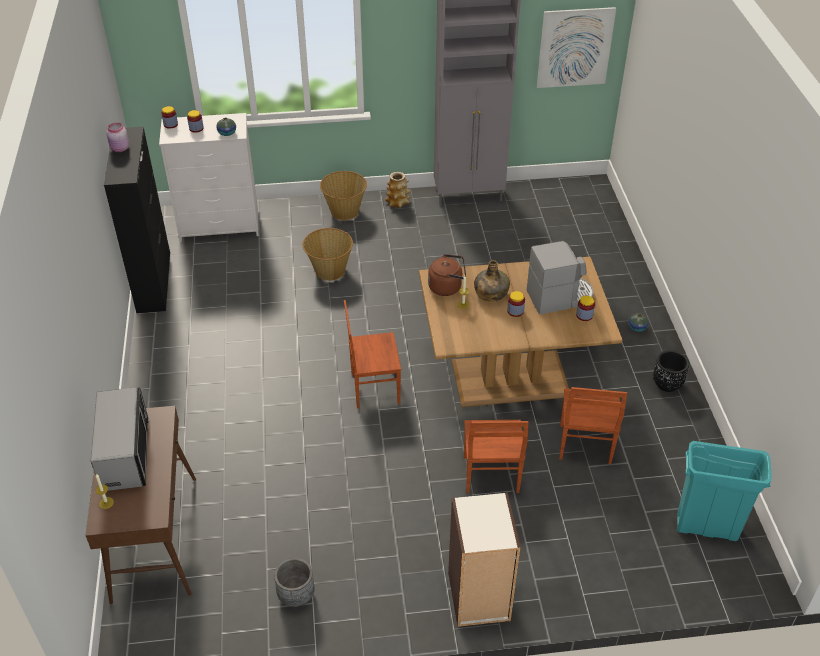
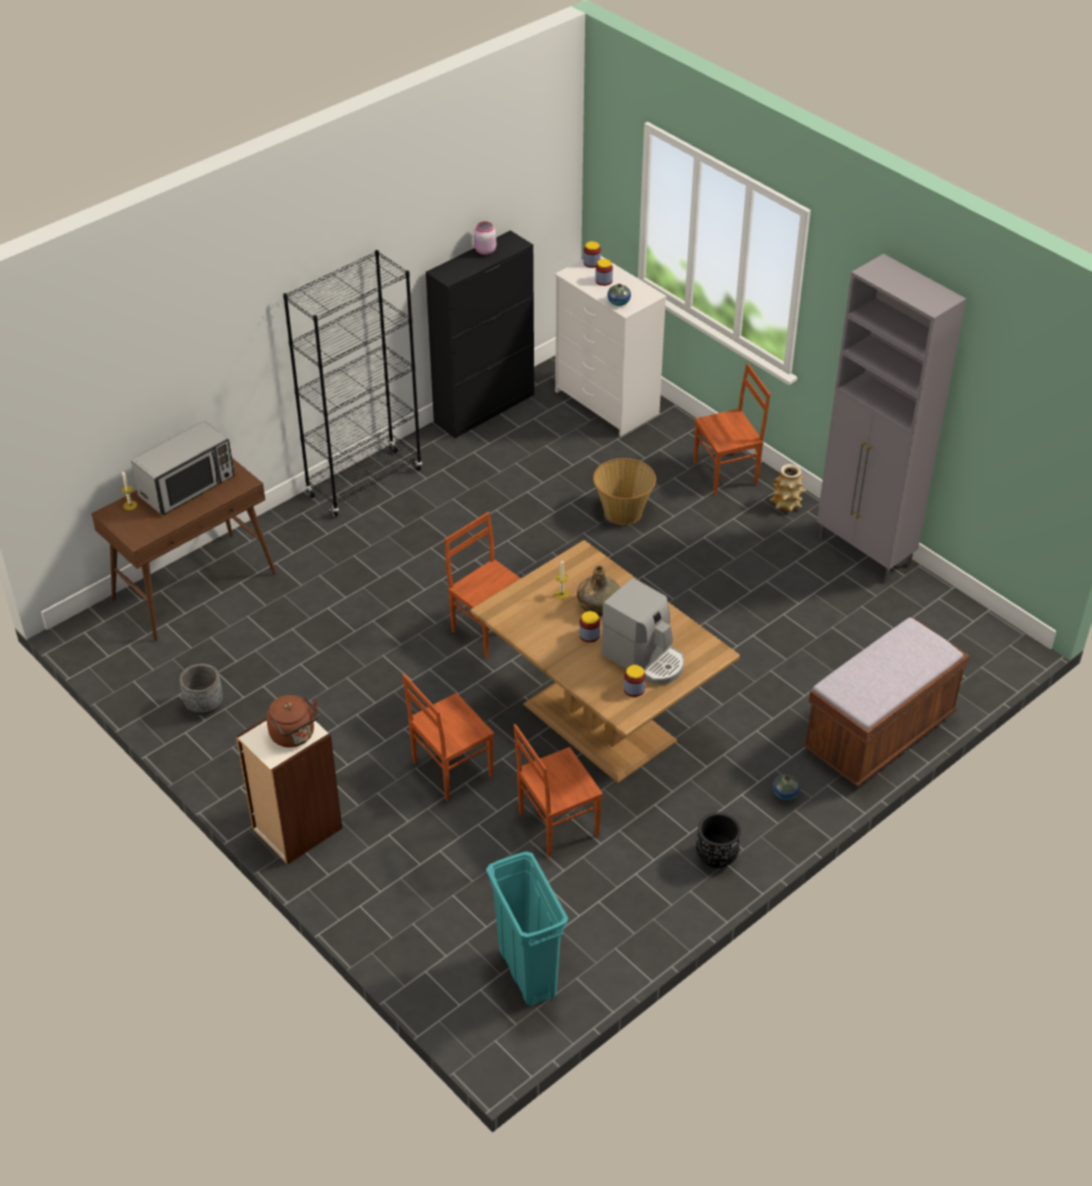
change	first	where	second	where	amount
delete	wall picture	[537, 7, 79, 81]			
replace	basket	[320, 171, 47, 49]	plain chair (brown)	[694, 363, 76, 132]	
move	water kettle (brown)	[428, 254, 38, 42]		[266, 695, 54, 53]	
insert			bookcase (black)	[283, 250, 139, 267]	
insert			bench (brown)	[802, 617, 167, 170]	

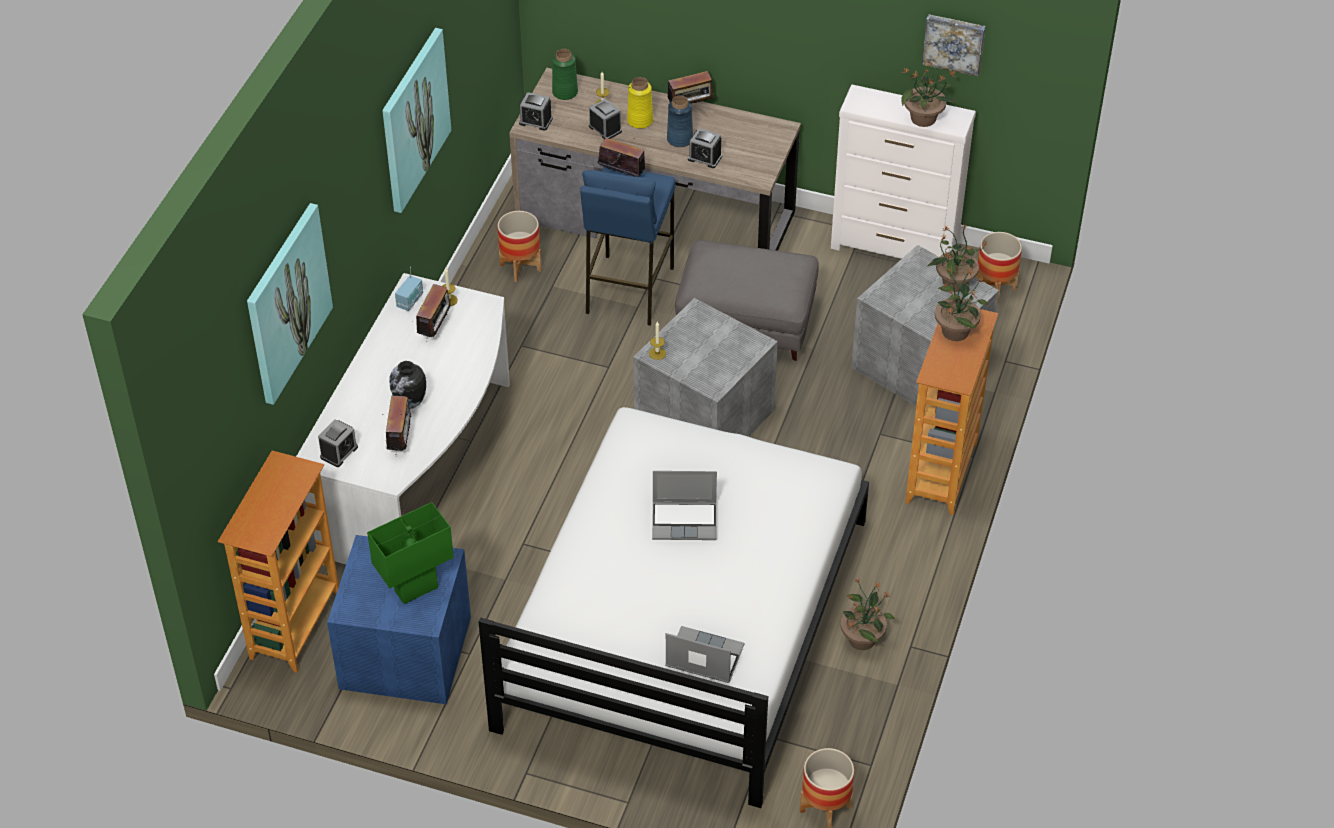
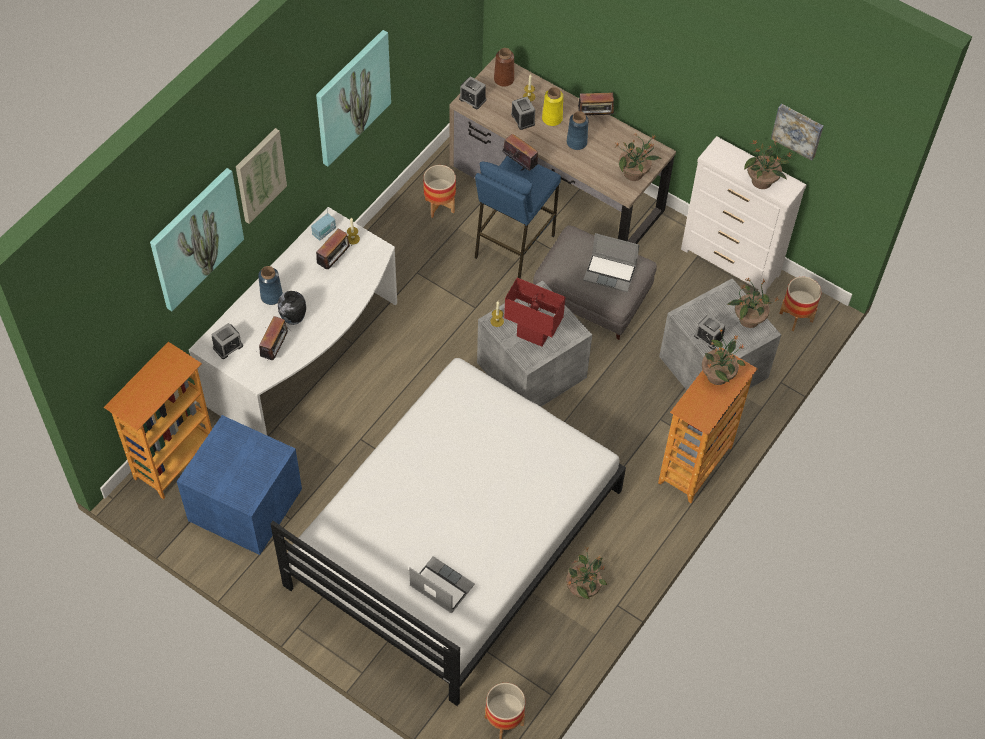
change	first	where	second	where	amount
recolor	vase (green)	[552, 49, 26, 51]	vase (brown)	[494, 48, 20, 39]	
move	alarm clock	[688, 128, 34, 40]		[694, 314, 31, 36]	
move	portable computer	[652, 471, 65, 69]		[583, 233, 57, 59]	
delete	lamp for a table (green)	[367, 502, 87, 102]			
insert			wall picture	[236, 128, 51, 96]	
insert			houseplant	[615, 134, 46, 47]	
insert			vase (blue)	[258, 266, 25, 39]	
insert			lamp for a table (reddish)	[504, 278, 61, 69]	

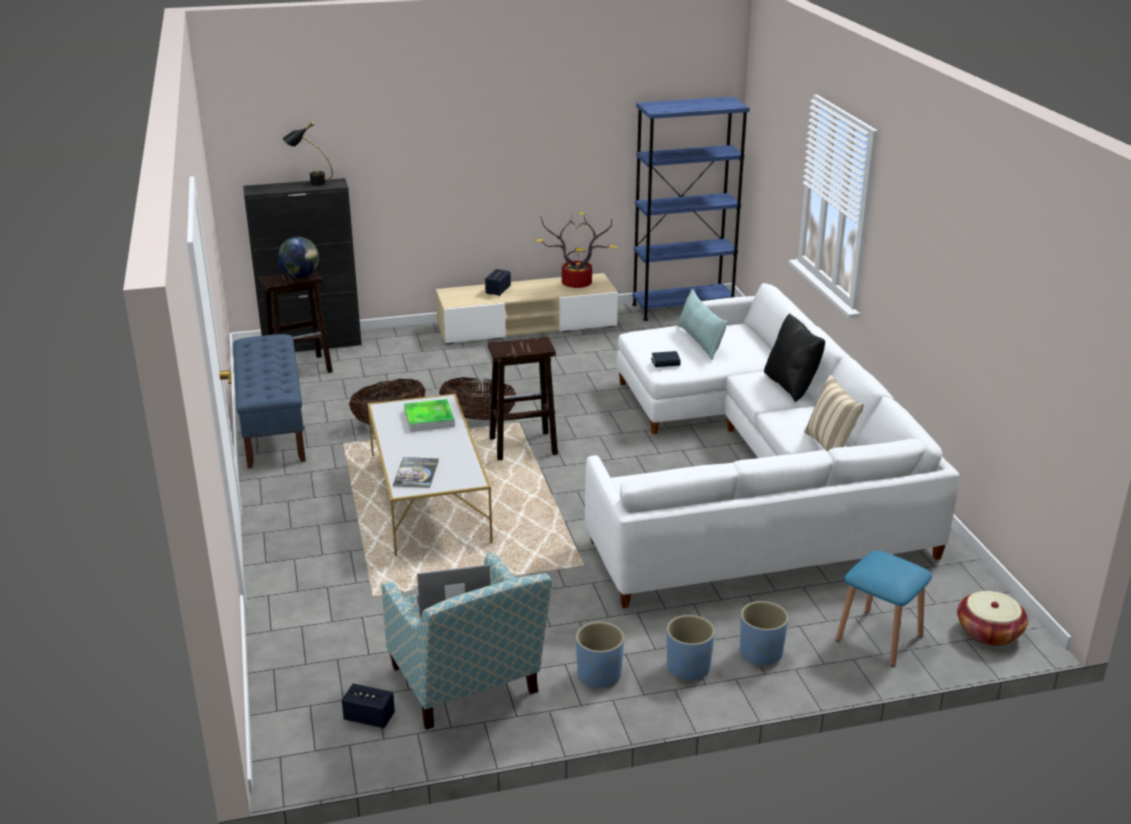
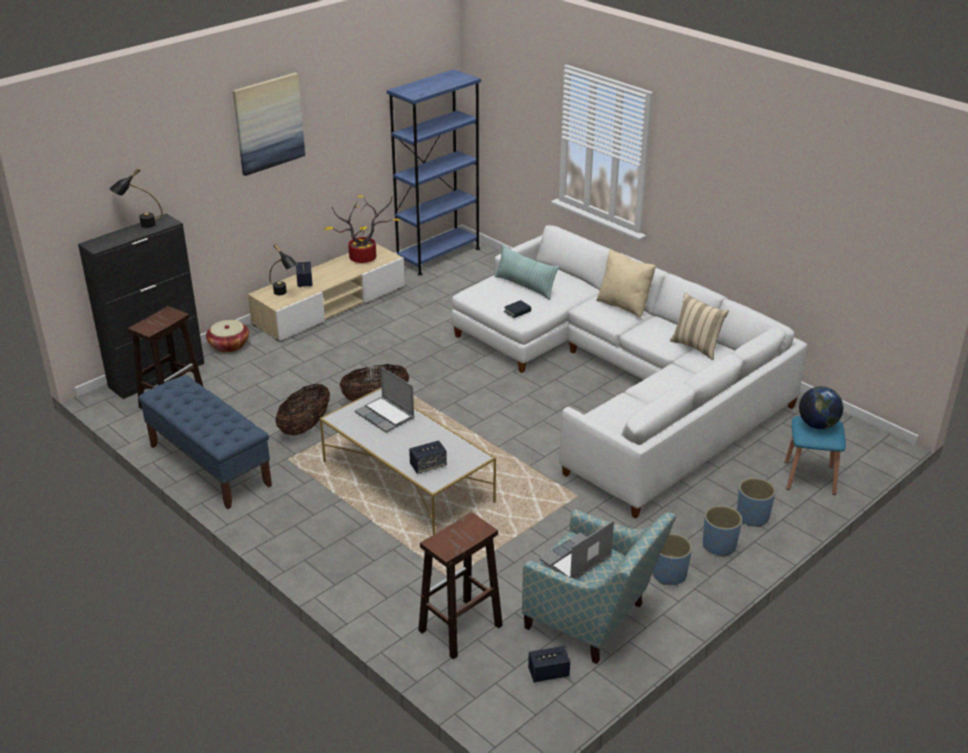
change	first	where	second	where	amount
move	world globe	[277, 237, 42, 41]		[799, 386, 44, 43]	
recolor	throw pillow (black)	[764, 313, 61, 89]	throw pillow (beige)	[596, 249, 60, 69]	
move	stool (brown)	[488, 337, 70, 124]		[418, 512, 85, 148]	
replace	carrying tray	[404, 399, 51, 33]	portable computer	[355, 367, 59, 66]	
replace	bound book	[393, 457, 46, 31]	speaker	[409, 440, 38, 34]	
move	basket	[957, 591, 71, 55]		[206, 320, 43, 33]	
insert			wall picture	[233, 73, 72, 103]	
insert			lamp for a table (black)	[269, 244, 28, 51]	

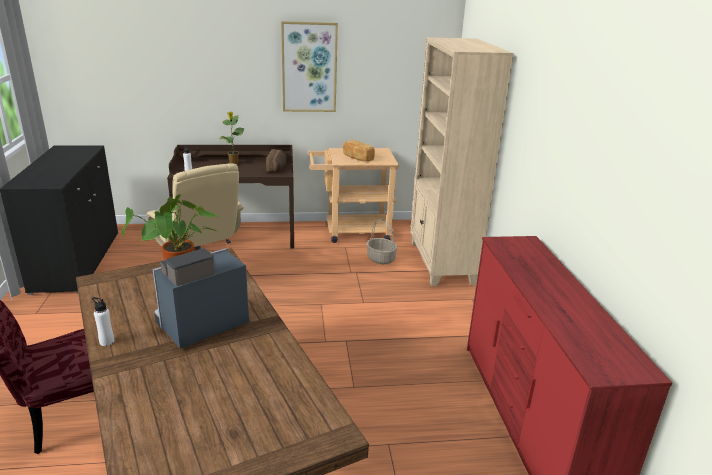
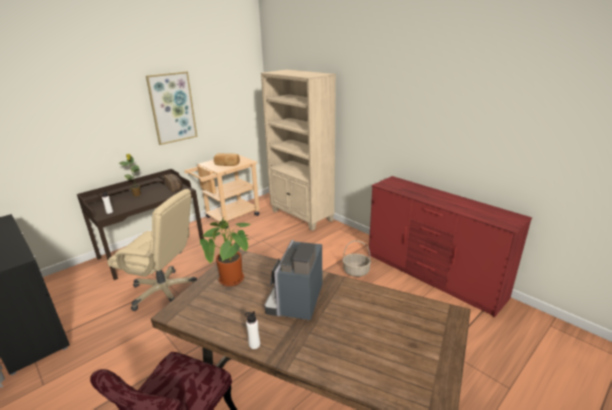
change	first	where	second	where	amount
move	basket	[367, 219, 31, 45]		[342, 240, 29, 37]	

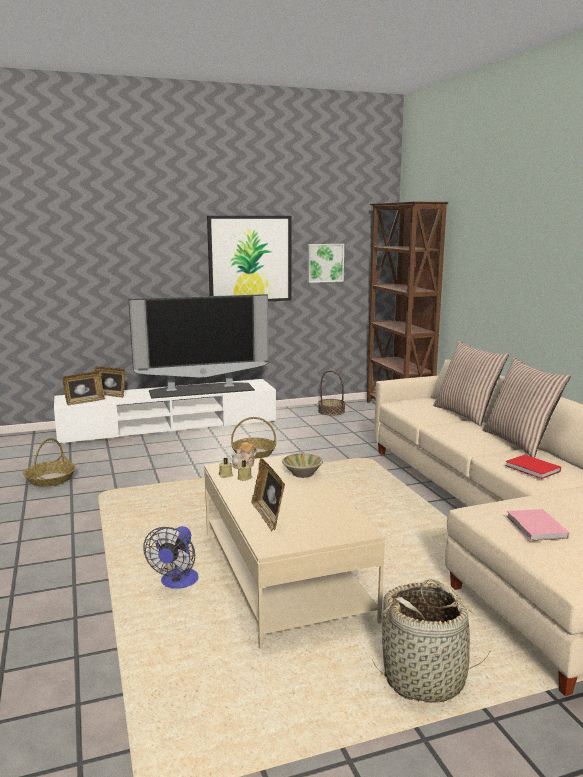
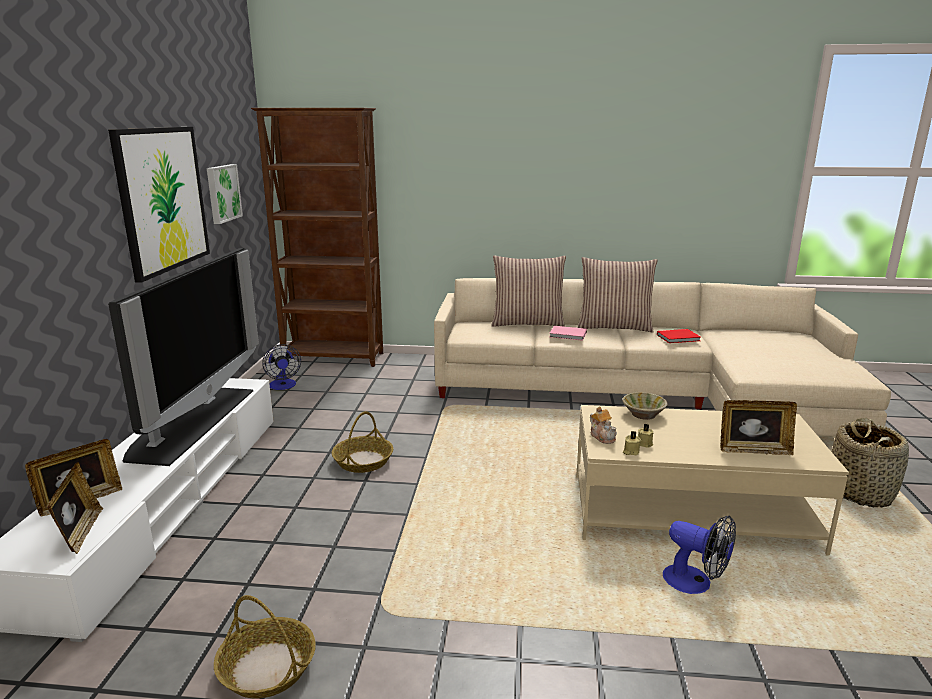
change	first	where	second	where	amount
replace	basket	[318, 370, 27, 45]	electric fan	[262, 344, 39, 46]	
move	bound book (pinkish)	[507, 509, 62, 32]		[549, 326, 38, 15]	

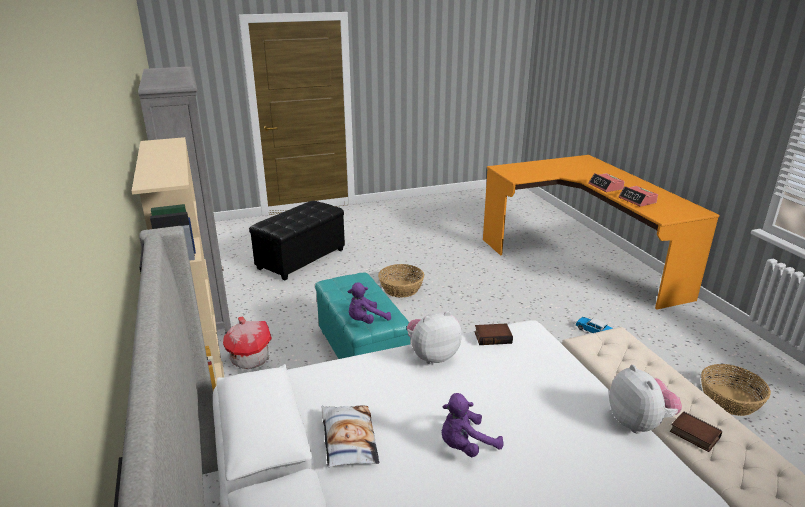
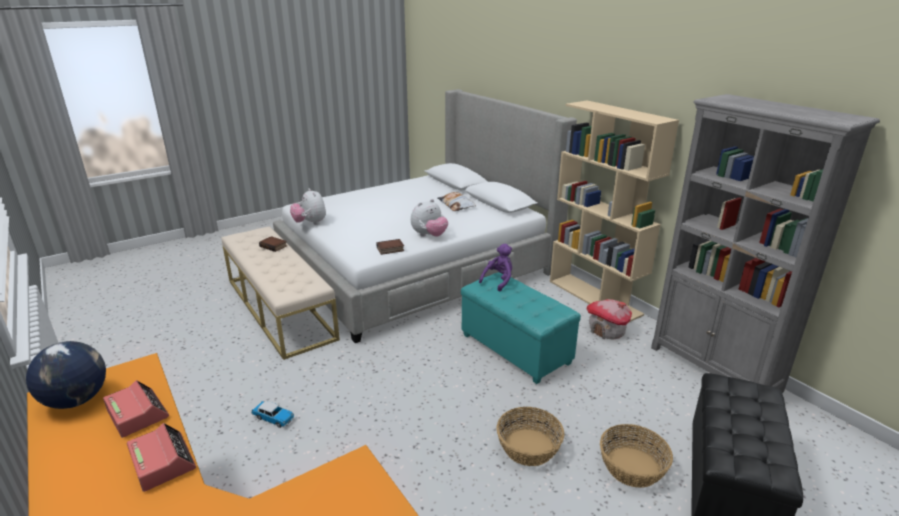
change	first	where	second	where	amount
move	basket	[701, 364, 70, 52]		[600, 424, 73, 64]	
delete	soft toy (purplish)	[442, 393, 62, 64]			
insert			world globe	[26, 341, 80, 68]	

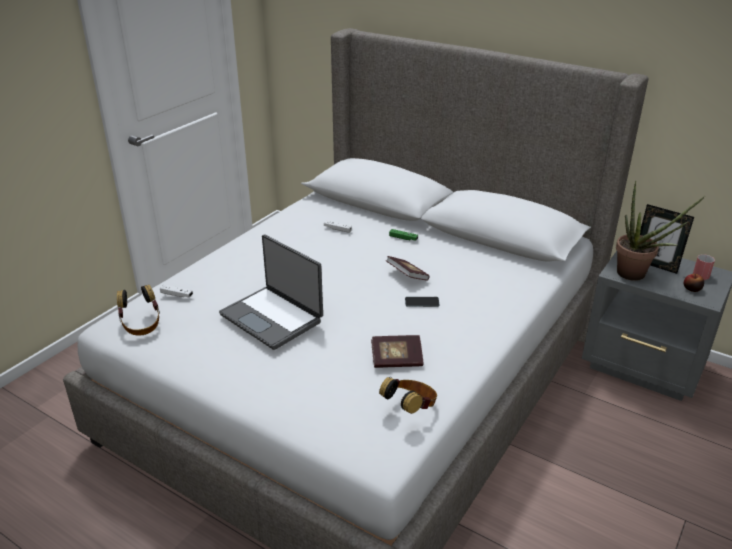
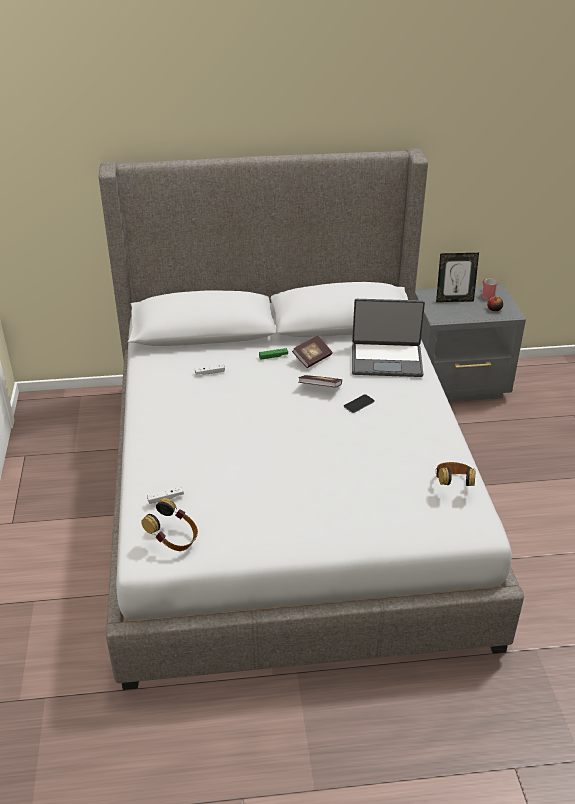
change	first	where	second	where	amount
delete	houseplant	[616, 181, 89, 100]			
move	portable computer	[219, 234, 104, 116]		[352, 299, 73, 78]	
move	bound book	[371, 335, 52, 33]		[292, 335, 40, 33]	

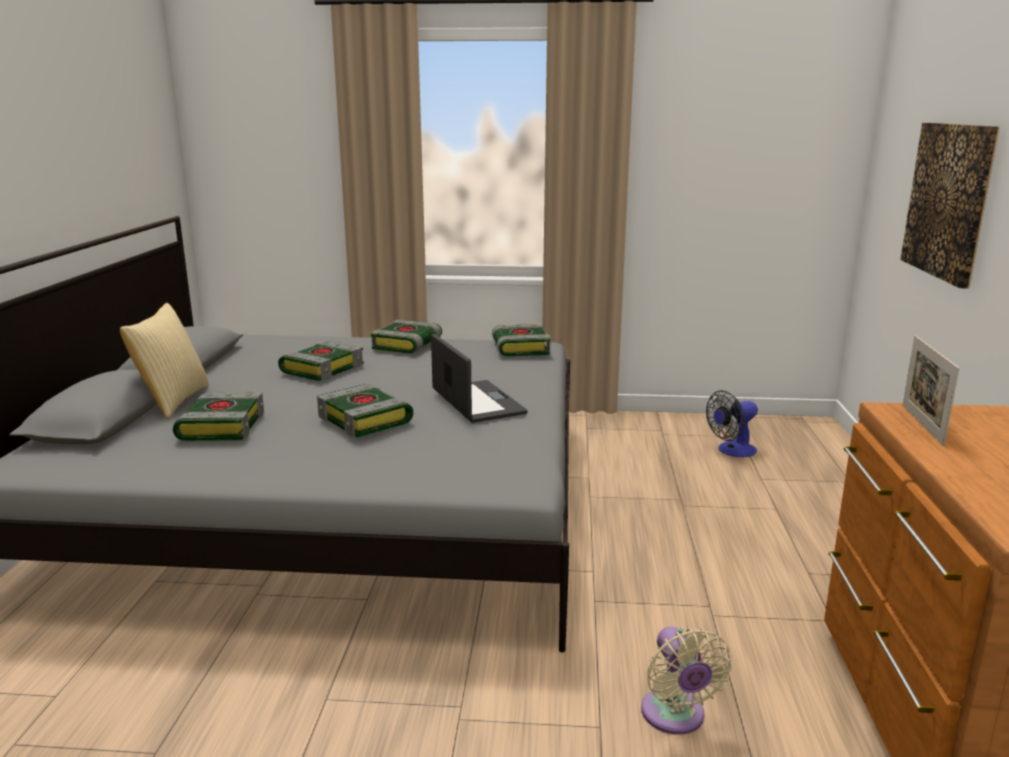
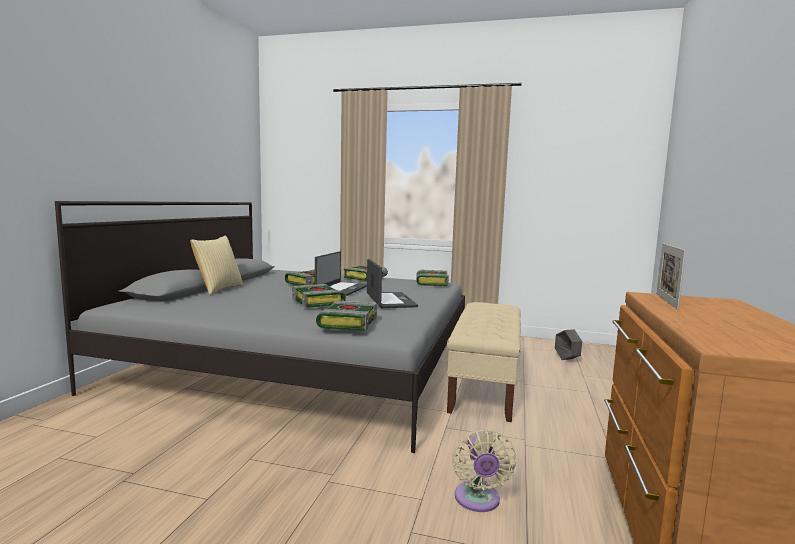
change	first	where	second	where	amount
delete	wall picture	[900, 123, 100, 165]			
replace	electric fan	[706, 390, 52, 67]	flower pot (greyish)	[555, 329, 27, 31]	
move	bound book	[173, 392, 91, 49]		[316, 301, 61, 30]	
insert			portable computer	[315, 251, 52, 45]	
insert			bench (beige)	[447, 302, 74, 120]	

